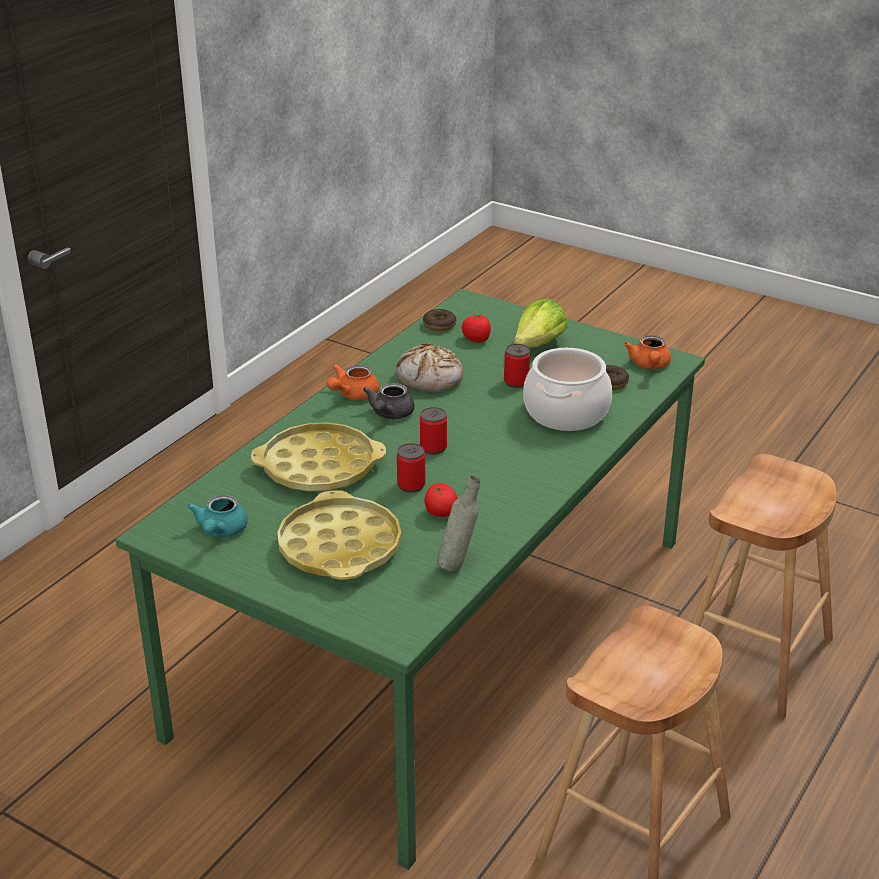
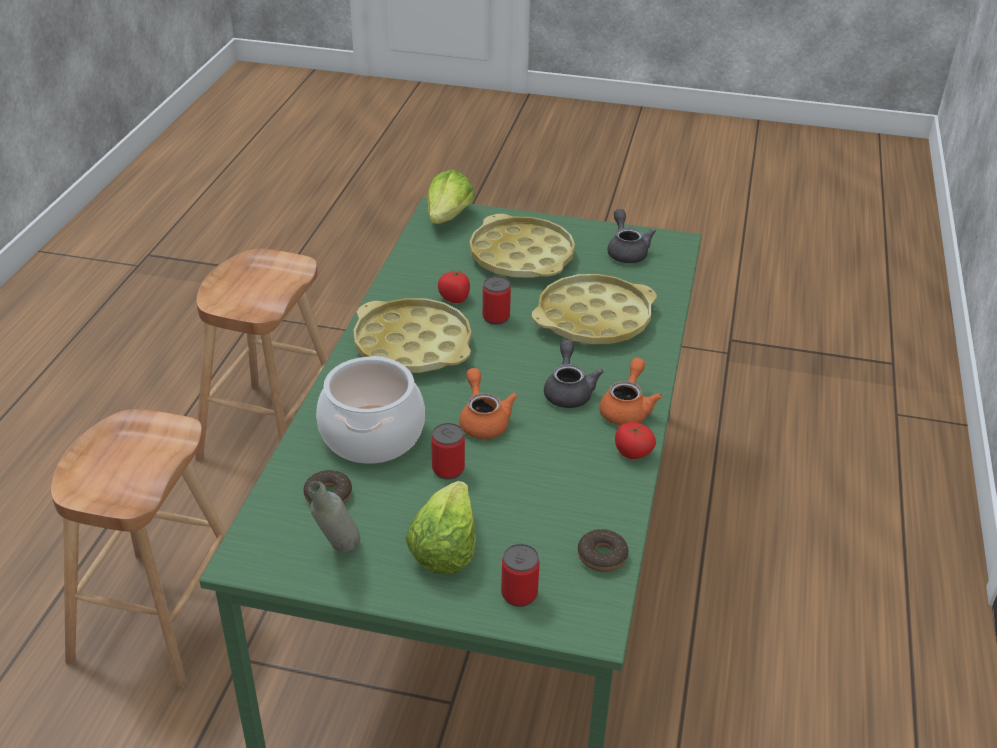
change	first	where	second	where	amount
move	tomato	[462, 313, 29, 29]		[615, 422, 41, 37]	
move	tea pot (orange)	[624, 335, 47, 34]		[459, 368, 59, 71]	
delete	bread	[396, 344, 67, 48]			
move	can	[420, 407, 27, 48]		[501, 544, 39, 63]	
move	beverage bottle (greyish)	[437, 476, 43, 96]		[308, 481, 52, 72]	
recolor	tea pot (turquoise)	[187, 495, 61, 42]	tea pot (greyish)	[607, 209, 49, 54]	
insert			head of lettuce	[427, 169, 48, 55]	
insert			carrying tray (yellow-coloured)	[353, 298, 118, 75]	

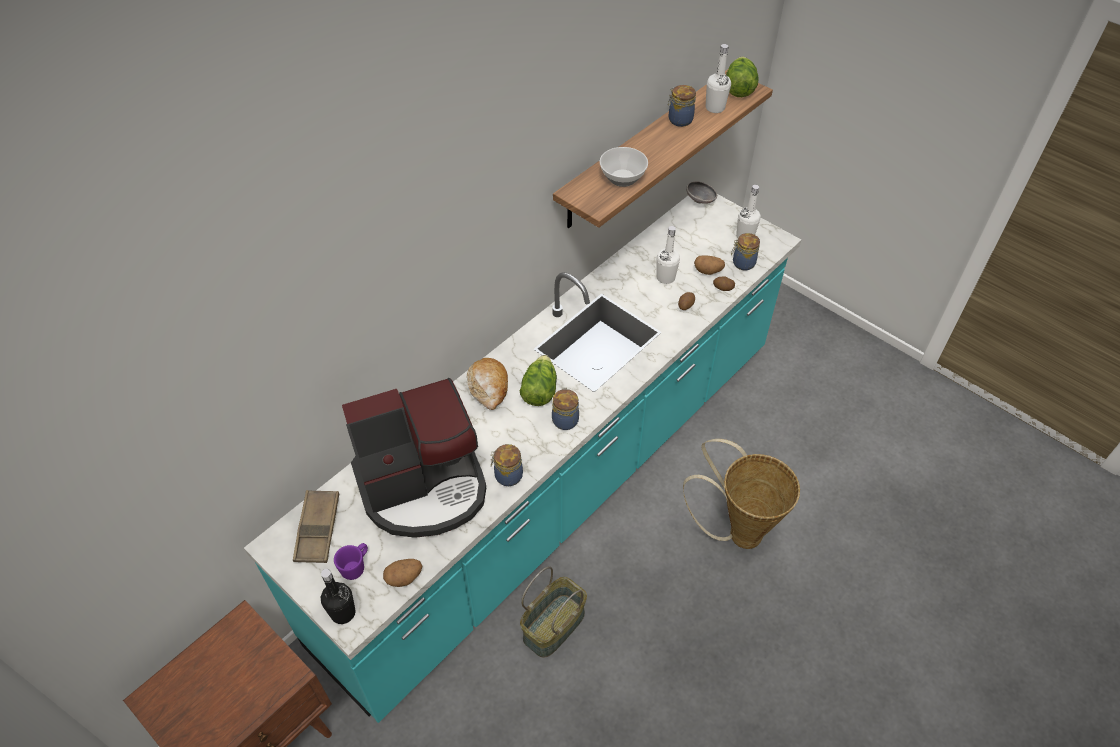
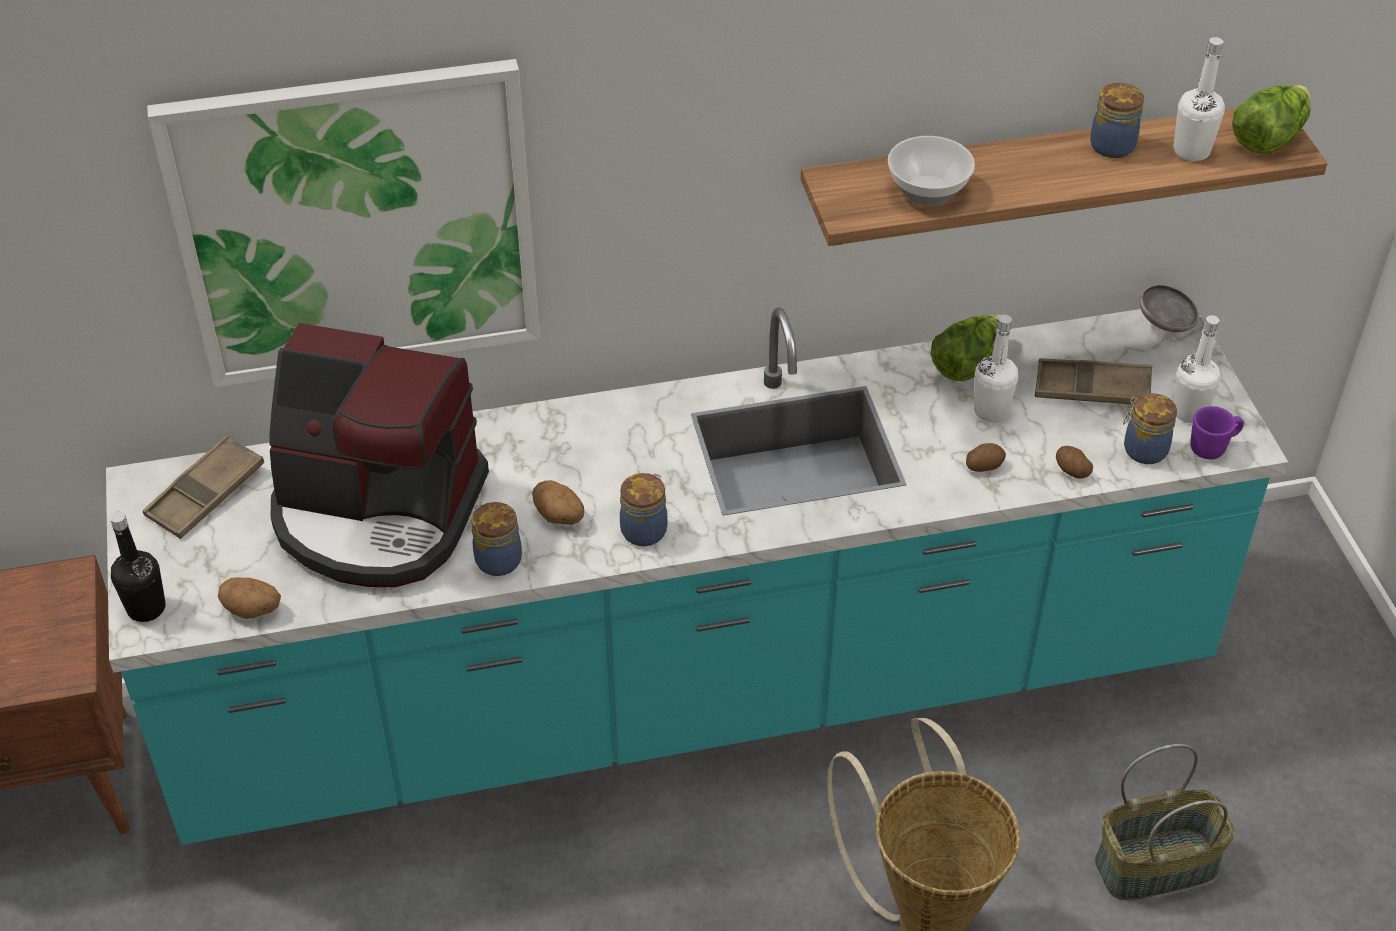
change	first	where	second	where	amount
move	potato	[694, 256, 31, 19]		[532, 480, 52, 45]	
move	head of lettuce	[520, 355, 37, 51]		[931, 315, 70, 66]	
delete	bread	[467, 358, 41, 52]			
move	coffee mug (purplish)	[334, 543, 34, 37]		[1190, 406, 54, 54]	
move	basket	[520, 566, 67, 92]		[1095, 744, 140, 156]	
insert			wall picture	[147, 59, 393, 328]	
insert			carrying tray (brown)	[1035, 358, 117, 46]	

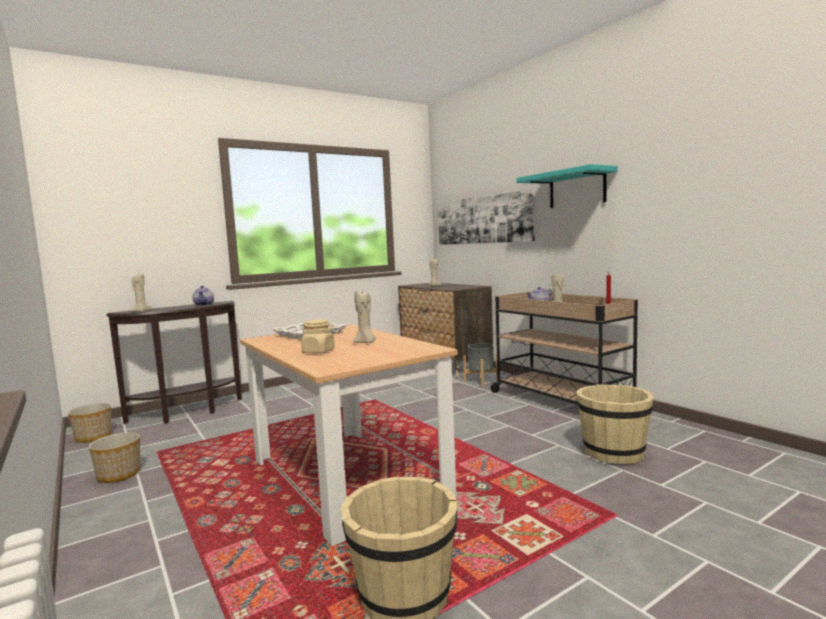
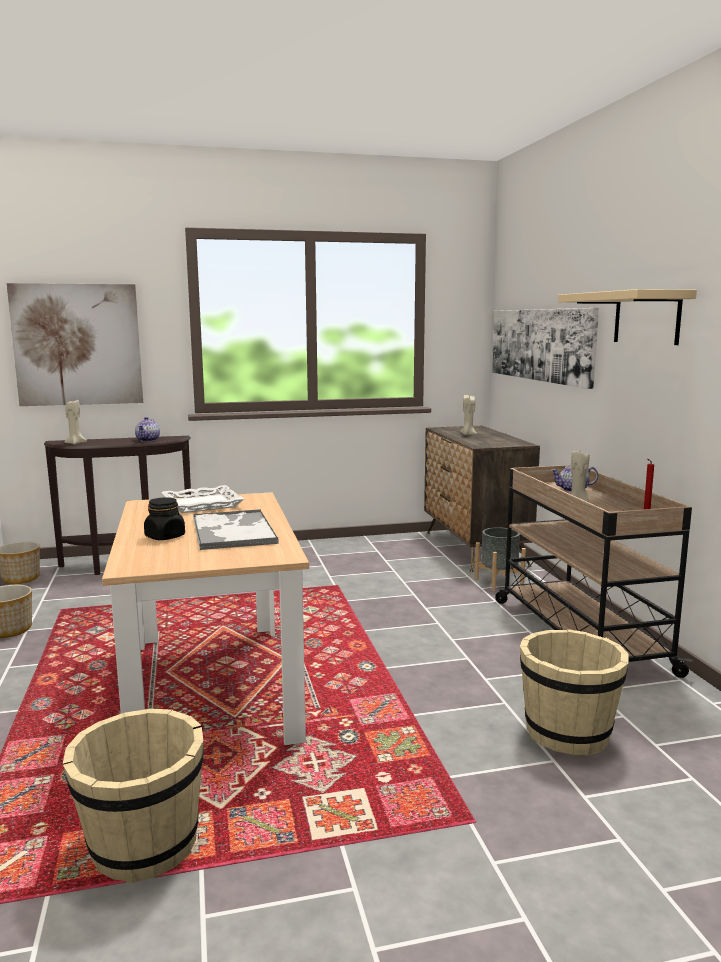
change	first	where	second	where	amount
recolor	bracket shelf (turquoise)	[517, 164, 101, 44]	bracket shelf (beige)	[558, 289, 139, 56]	
replace	candle (beige)	[353, 290, 23, 53]	carrying tray	[193, 509, 86, 41]	
recolor	preserve jar (beige)	[301, 319, 34, 35]	preserve jar (black)	[144, 497, 41, 43]	
insert			wall picture	[7, 283, 136, 123]	

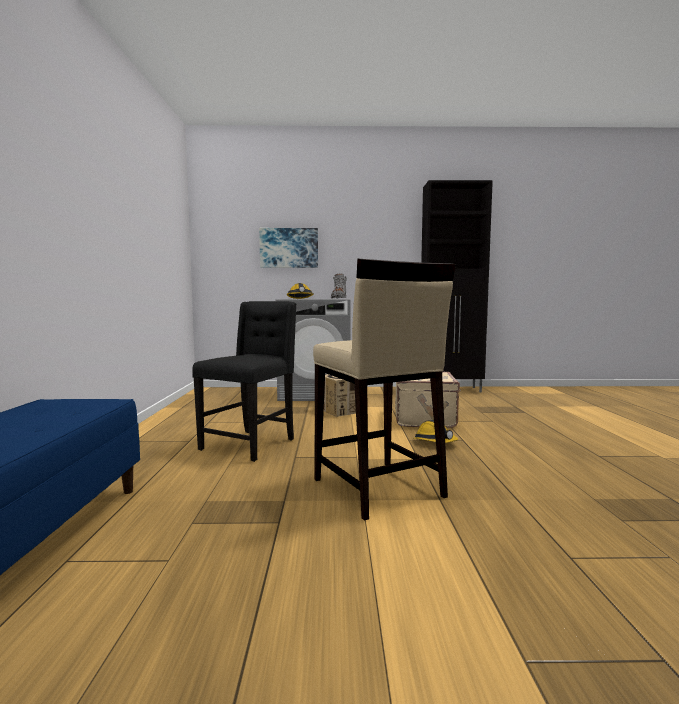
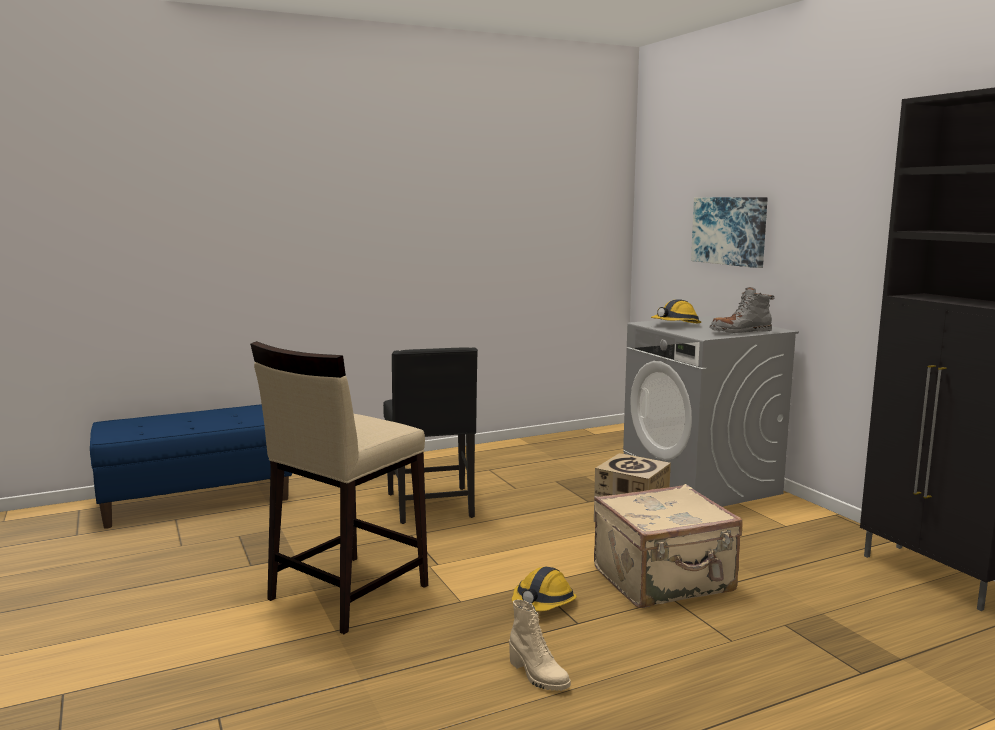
change	first	where	second	where	amount
rotate	plain chair (black)	[193, 301, 103, 161]		[383, 347, 95, 177]	75 degrees clockwise
insert			tall boot (beige)	[509, 600, 62, 91]	

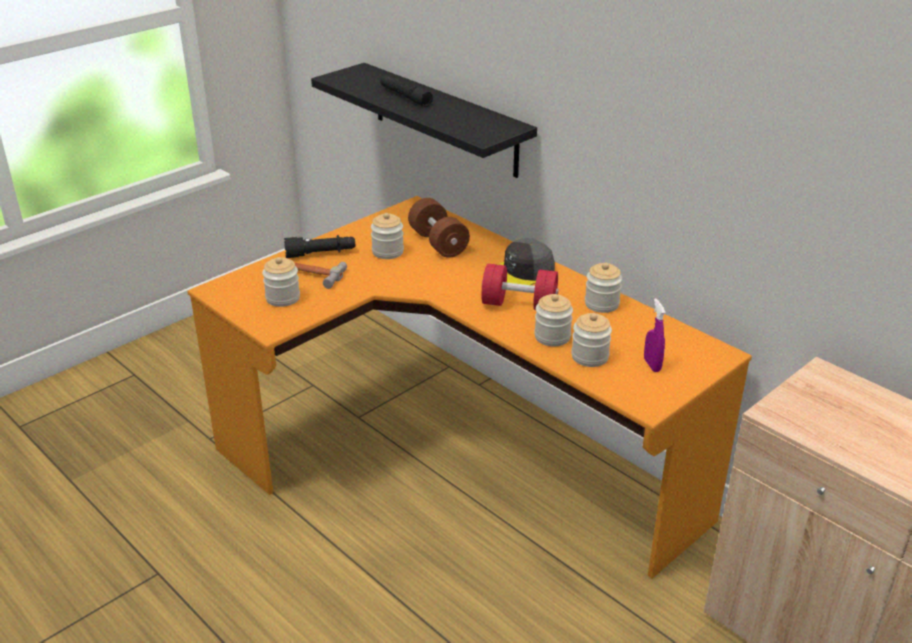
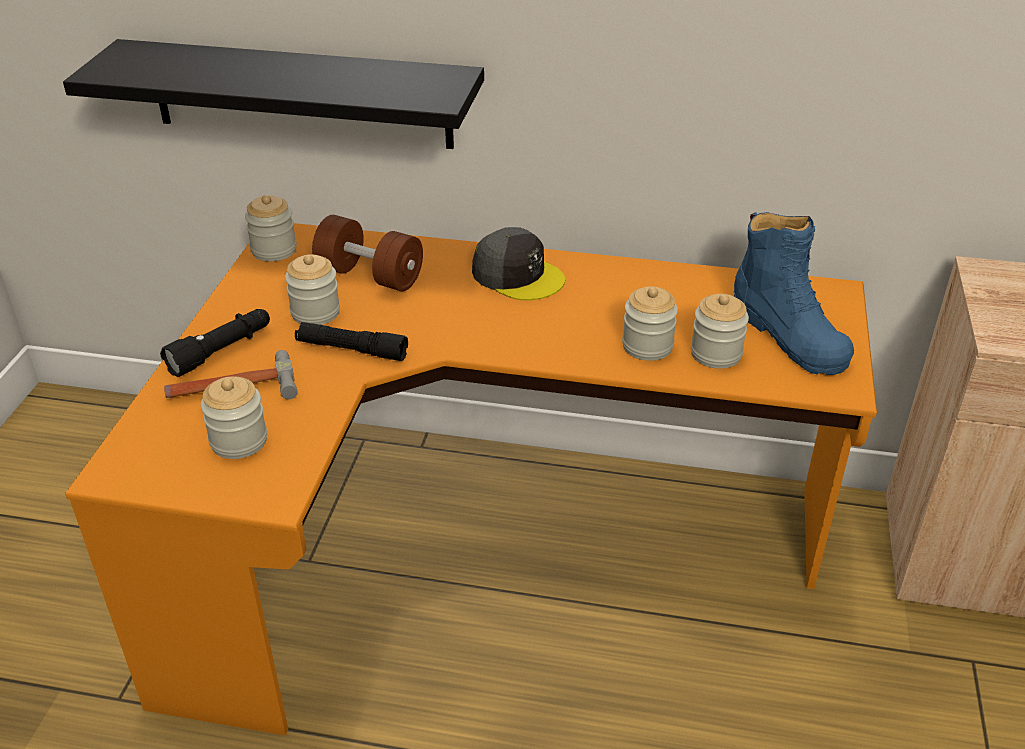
change	first	where	second	where	amount
move	torch (black)	[380, 75, 53, 32]		[295, 322, 113, 39]	
rotate	peaked cap (greyish)	[497, 238, 58, 47]		[472, 227, 93, 73]	75 degrees counterclockwise
move	preserve jar	[585, 263, 37, 50]		[245, 195, 52, 66]	
delete	hand weight (reddish)	[481, 264, 78, 46]			
replace	spray bottle (purplish)	[644, 298, 22, 74]	tall boot (blue)	[734, 212, 120, 163]	

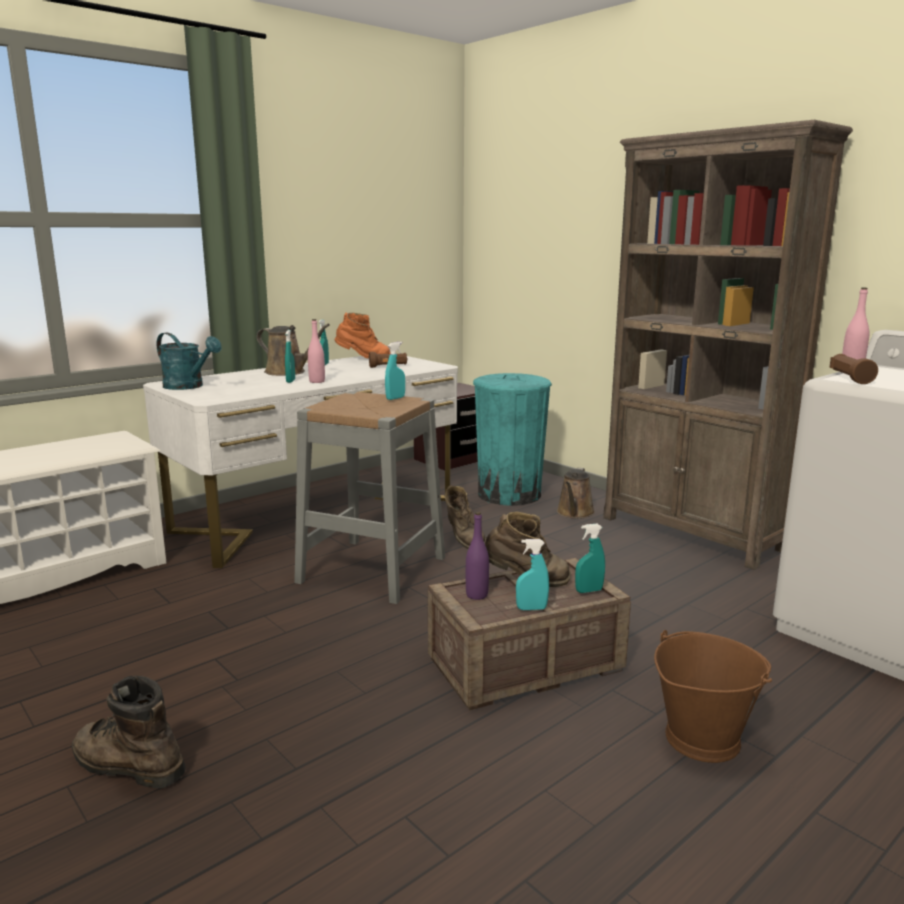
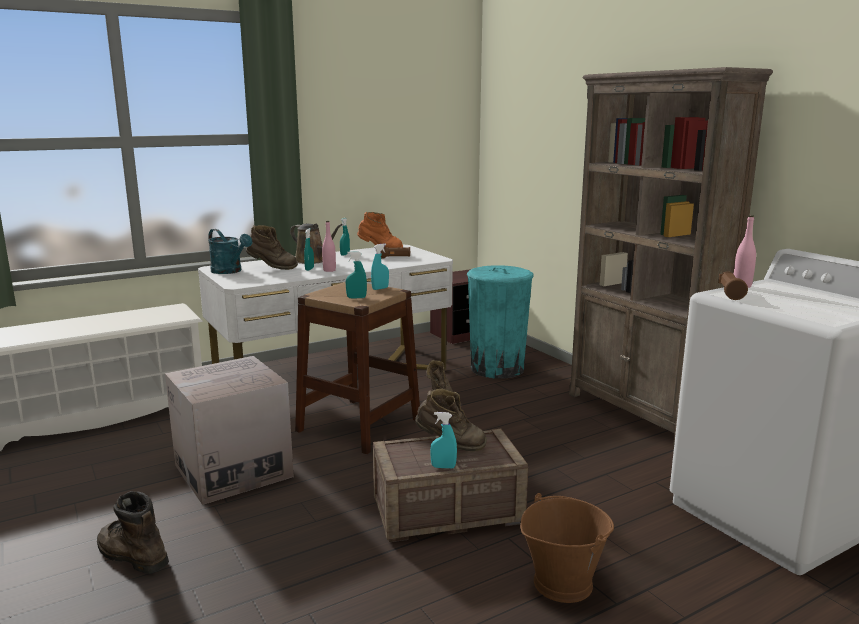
change	first	where	second	where	amount
recolor	stool (greyish)	[294, 392, 151, 212]	stool (brown)	[295, 282, 125, 172]	
delete	watering can (brown)	[557, 468, 38, 51]			
delete	beverage bottle (purplish)	[466, 512, 23, 88]			
move	spray bottle (turquoise)	[575, 524, 30, 69]		[346, 251, 21, 47]	
insert			tall boot (brown)	[246, 225, 52, 45]	
insert			carton	[165, 356, 129, 149]	

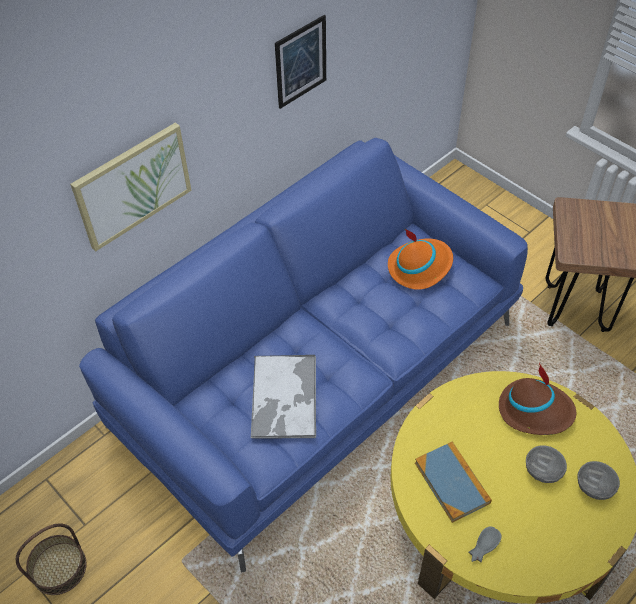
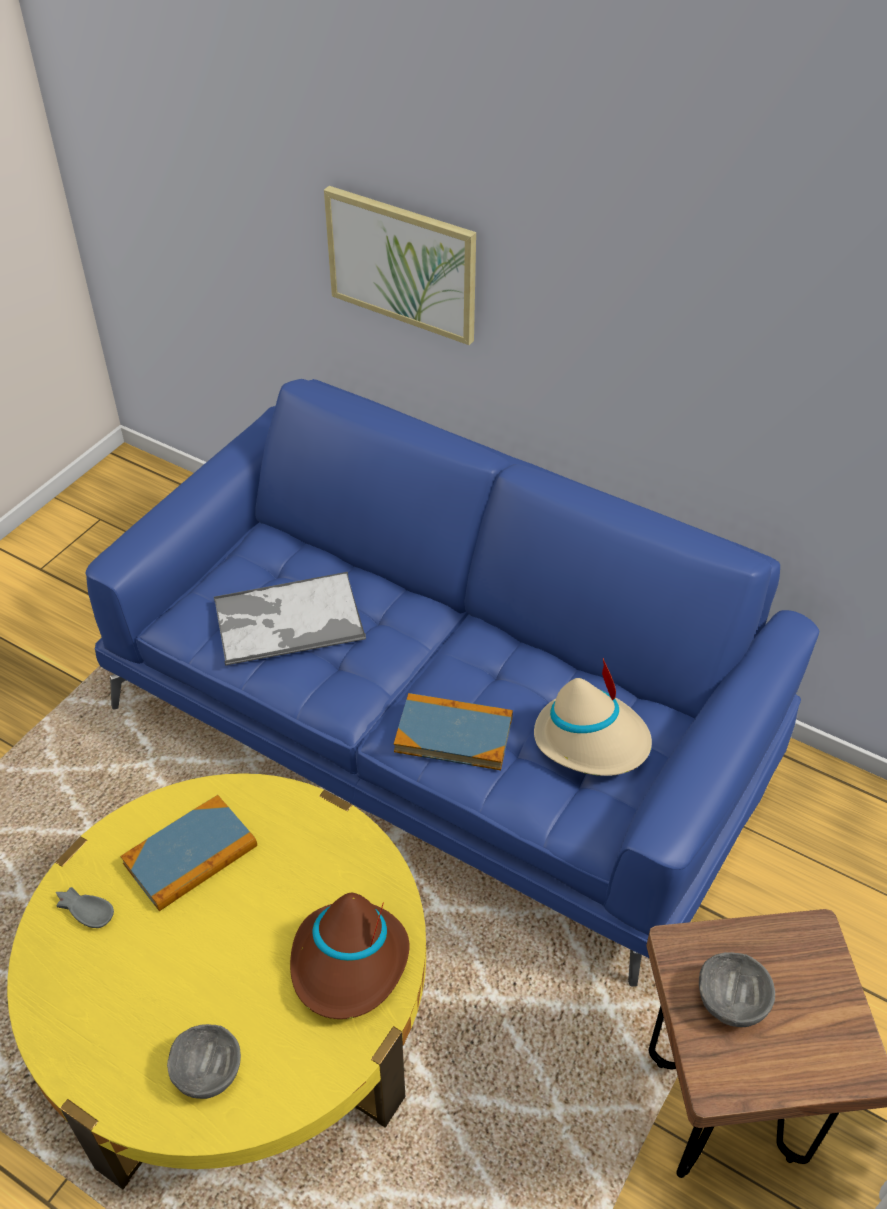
change	first	where	second	where	amount
delete	wall picture	[275, 15, 51, 94]			
recolor	clothing hat (orange)	[388, 228, 65, 62]	clothing hat (beige)	[534, 658, 118, 118]	
move	bowl (greyish)	[526, 445, 41, 38]		[699, 952, 76, 75]	
delete	basket	[16, 523, 71, 72]			
insert			bound book	[394, 693, 119, 77]	

